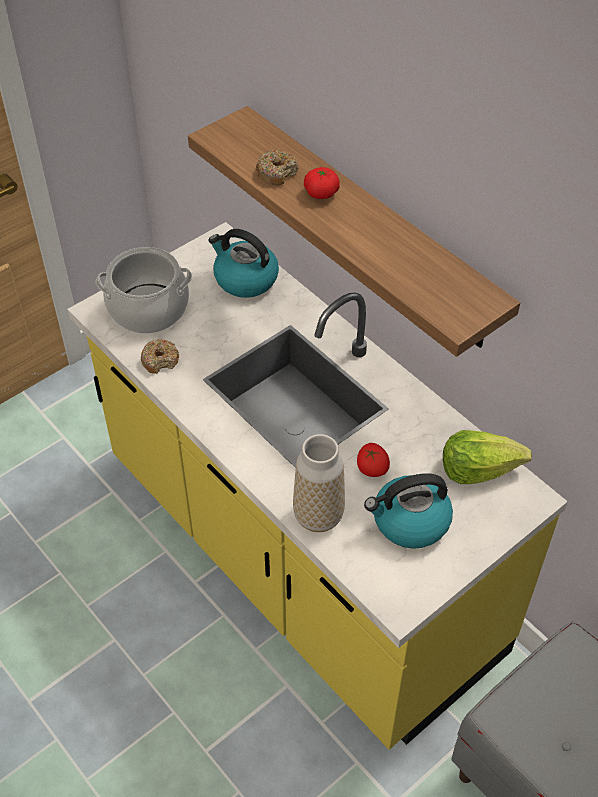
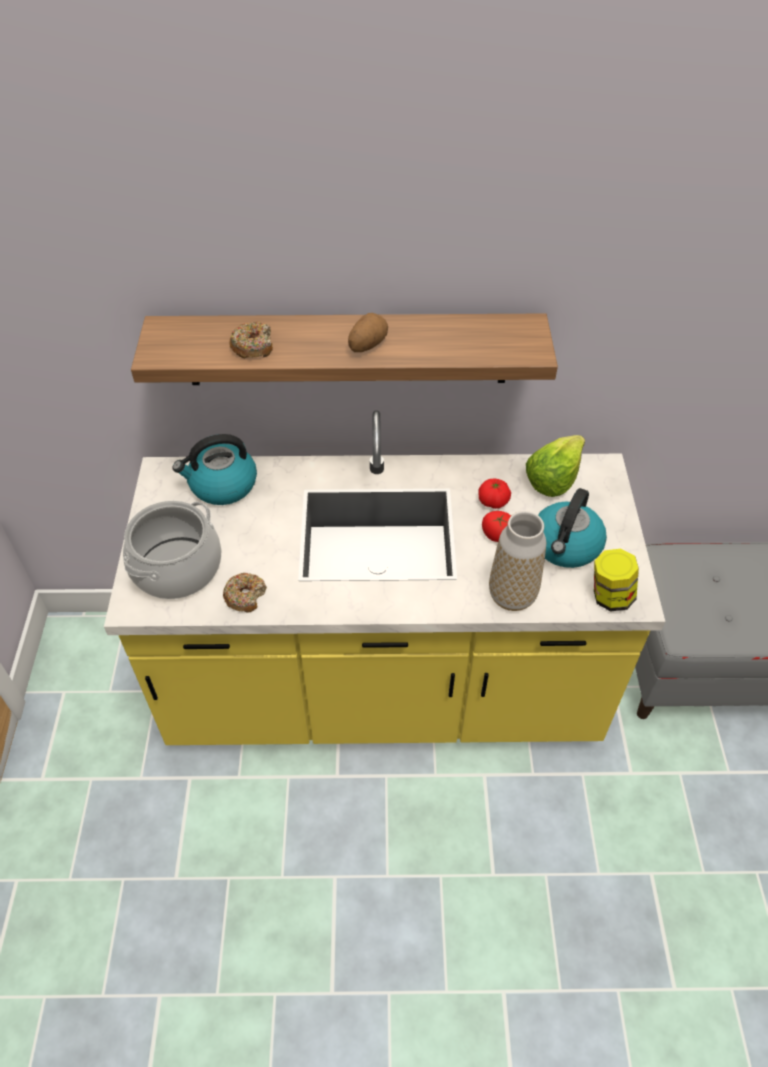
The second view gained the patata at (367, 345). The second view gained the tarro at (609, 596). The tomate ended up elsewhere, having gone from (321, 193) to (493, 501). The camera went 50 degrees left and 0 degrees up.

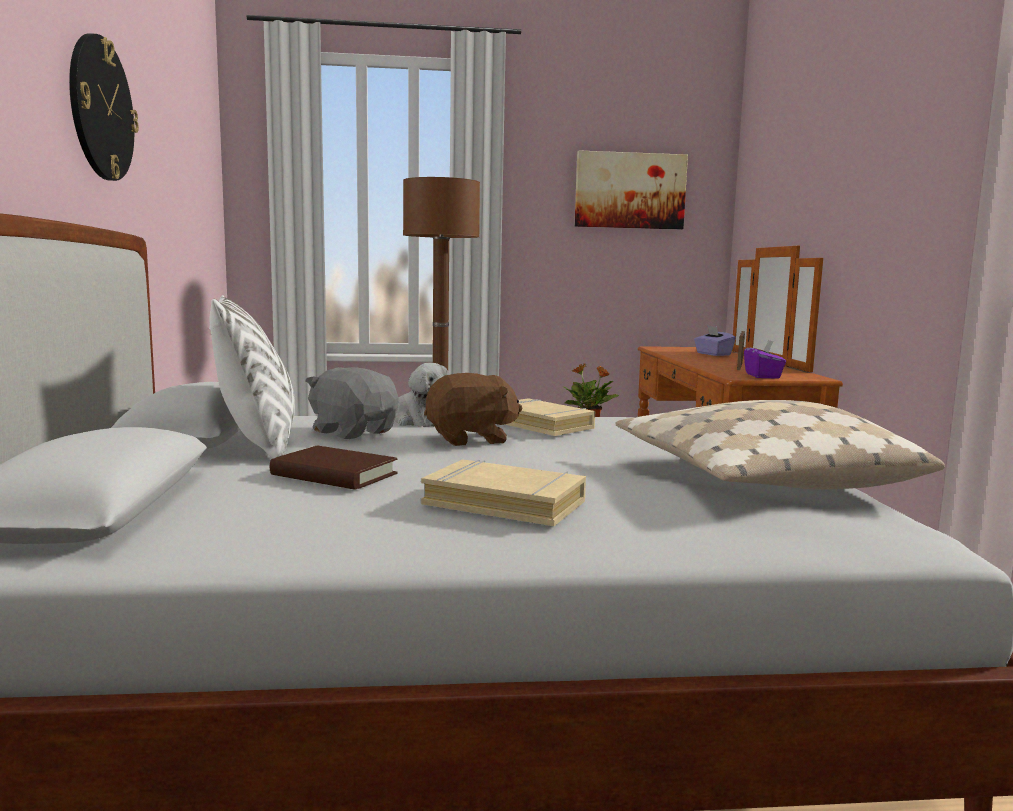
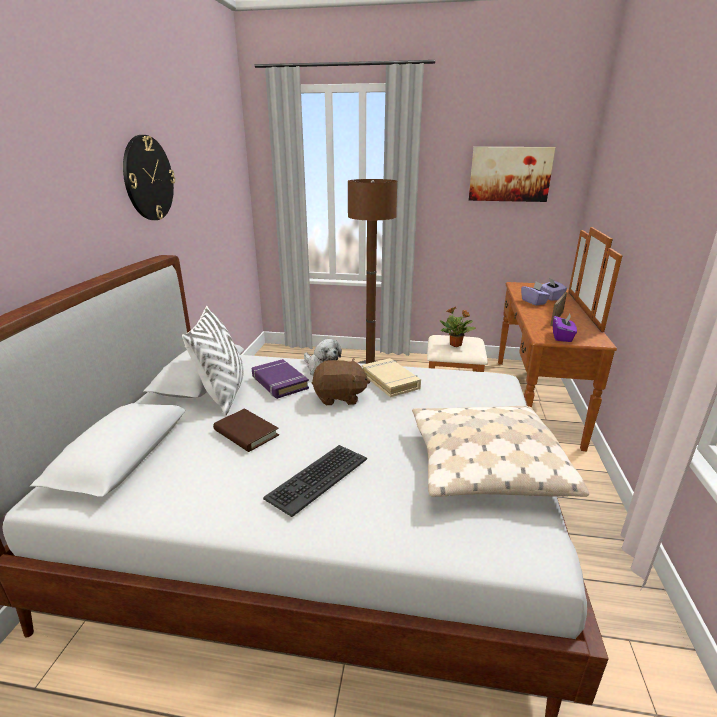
The second view gained the caja de pañuelos/morado at (533, 302). Where the peluche/gris stood at (353, 432), the libro/morado came to stand at (279, 382). Where the libro/beis stood at (505, 502), the teclado came to stand at (317, 478). The camera went 15 degrees right and 15 degrees up.

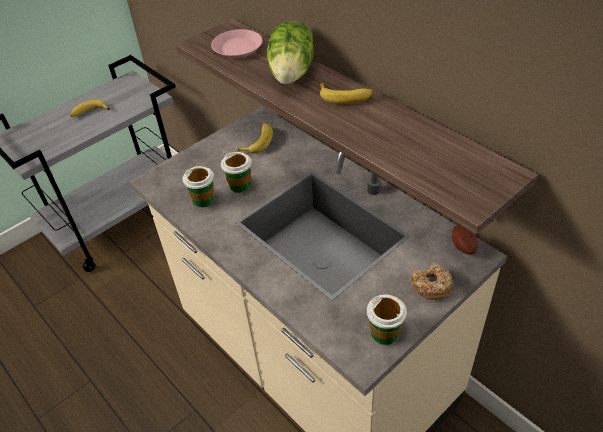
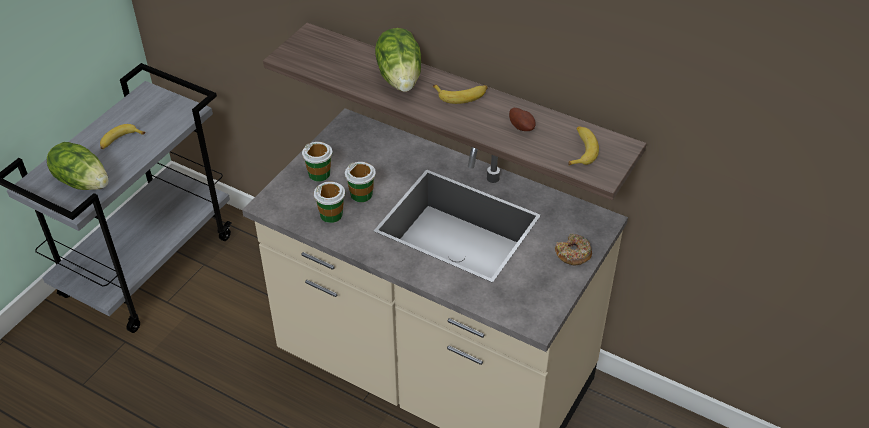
The second view lost the plato/rosa at (238, 48). The second view gained the lechuga at (83, 181). The plátano ended up elsewhere, having gone from (258, 141) to (581, 150). The taza ended up elsewhere, having gone from (384, 333) to (319, 174). The patata ended up elsewhere, having gone from (463, 247) to (522, 127). The camera went 20 degrees left and 0 degrees up.

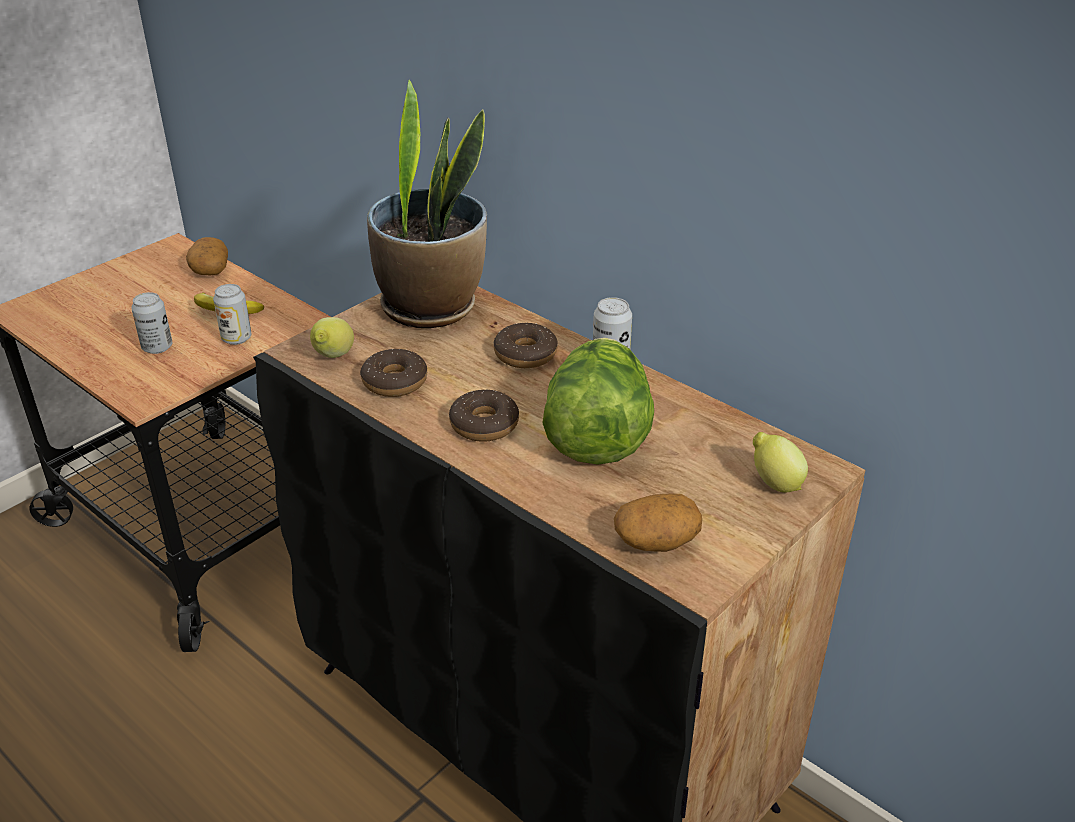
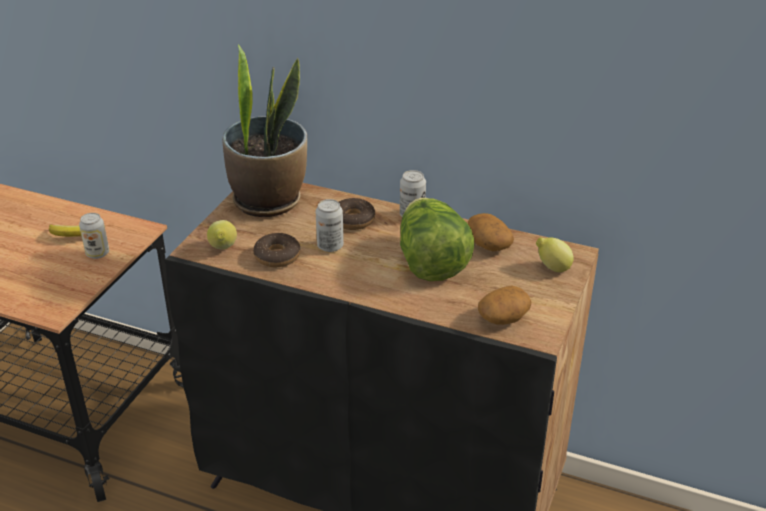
The second view lost the rosquilla at (484, 425). The lata ended up elsewhere, having gone from (157, 347) to (330, 246). The patata ended up elsewhere, having gone from (209, 269) to (488, 244). The camera went 20 degrees left and 0 degrees up.

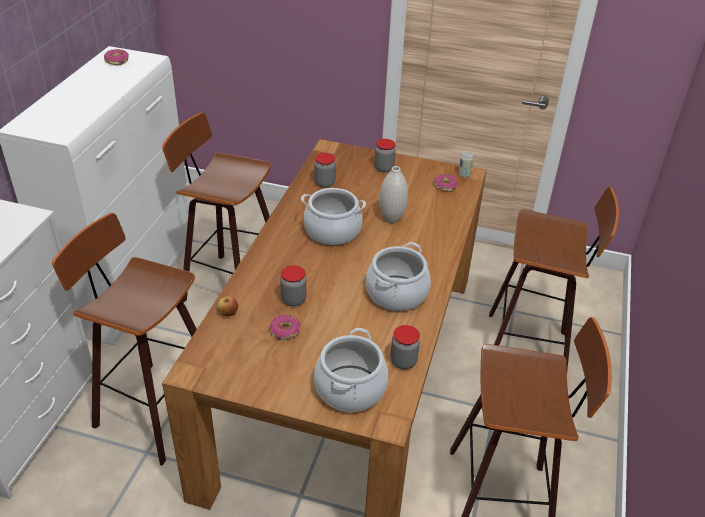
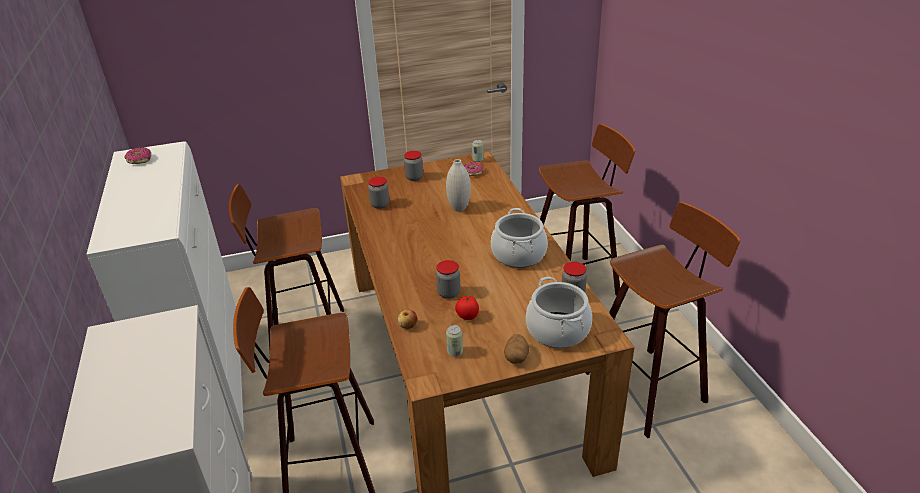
The second view lost the olla at (332, 231). The second view gained the lata at (455, 352). The second view gained the patata at (516, 357). Where the rosquilla stood at (285, 331), the tomate came to stand at (467, 317). The camera went 30 degrees left and 5 degrees down.

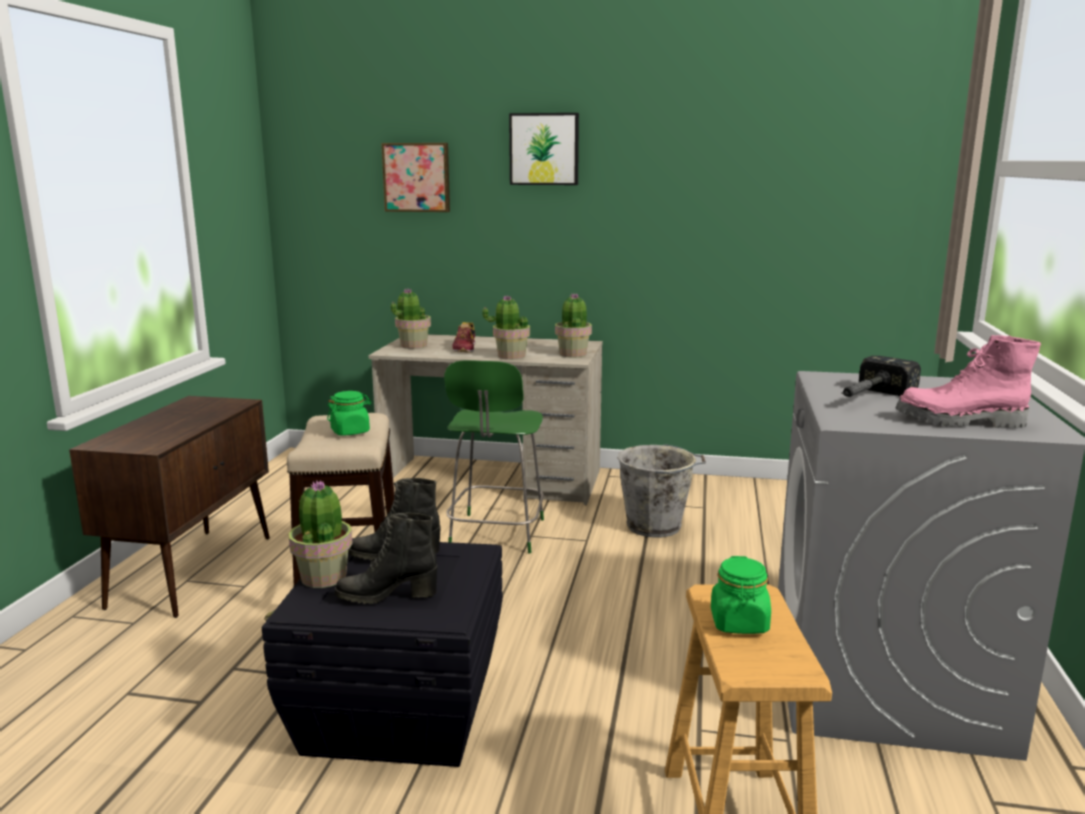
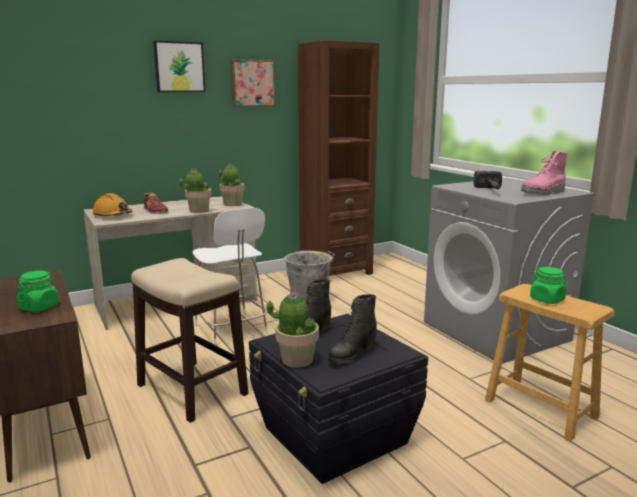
The second view gained the estantería/marrón at (335, 271). The tarro/verde ended up elsewhere, having gone from (350, 431) to (39, 307). The cuadro ended up elsewhere, having gone from (417, 177) to (252, 83). Where the planta en maceta stood at (413, 346), the casco/naranja came to stand at (113, 215). What was the silla/verde at (496, 535) turned into the silla/blanco at (231, 331). The camera went 40 degrees left and 0 degrees up.

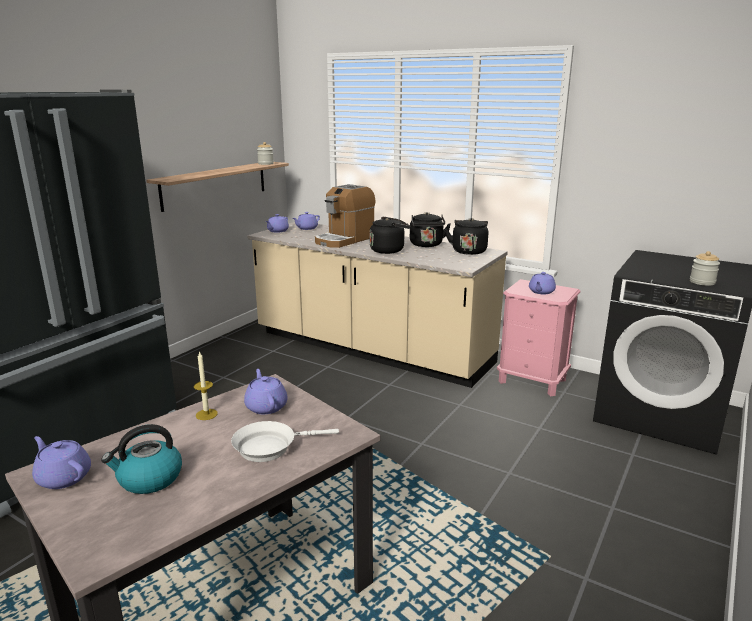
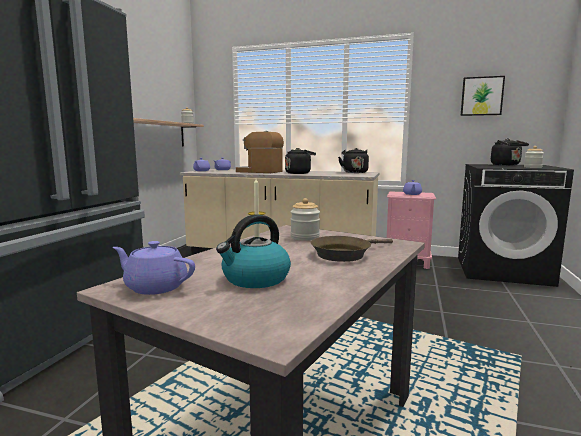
The second view gained the cuadro at (481, 96). The hervidor/negro ended up elsewhere, having gone from (426, 245) to (507, 165). Where the tetera/morado stood at (266, 406), the tarro came to stand at (305, 237). What was the sartén/blanco at (270, 447) turned into the sartén/marrón at (344, 254). The cafetera at (344, 240) ended up facing another way, 90 degrees clockwise from before. The camera went 15 degrees left and 10 degrees down.

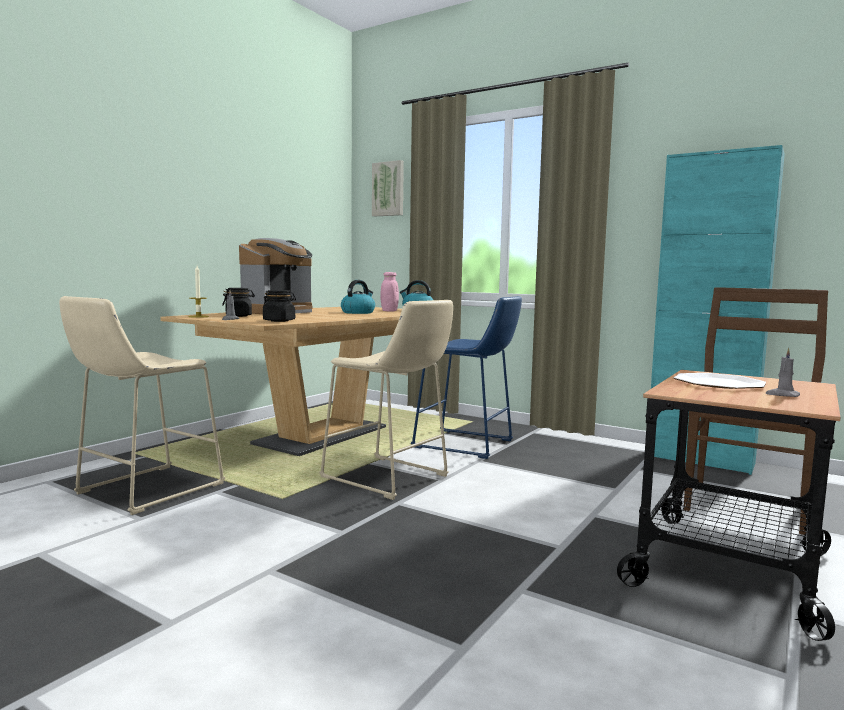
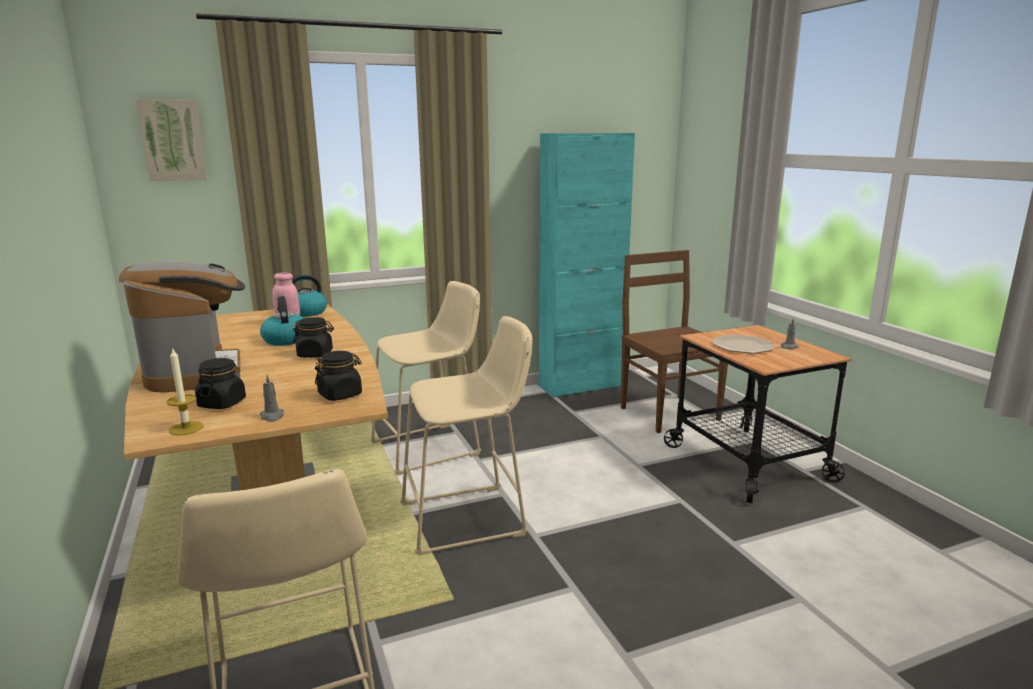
The second view gained the tarro/negro at (315, 354). What was the taburete/azul at (468, 445) turned into the taburete/beis at (431, 447). The camera went 55 degrees left and 10 degrees up.

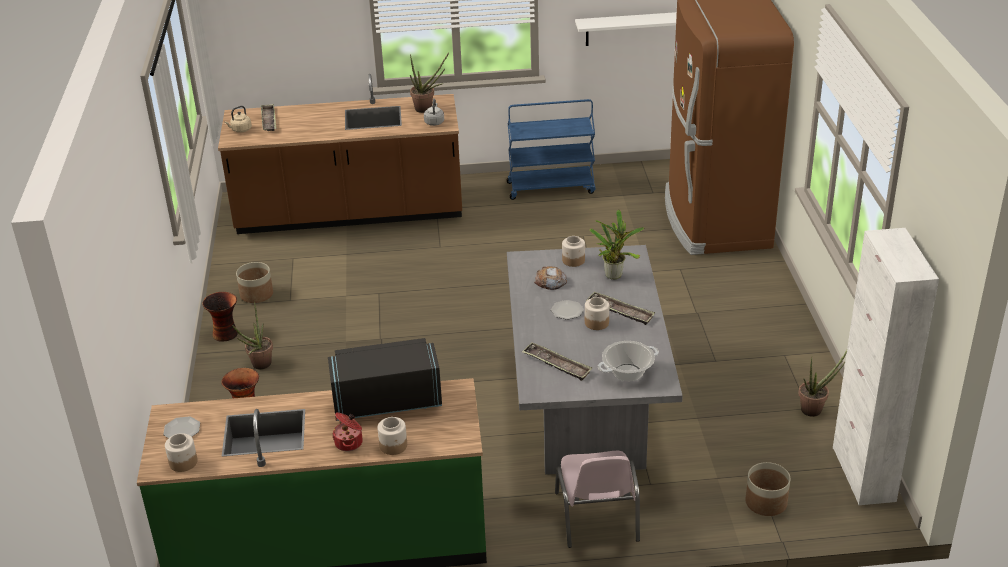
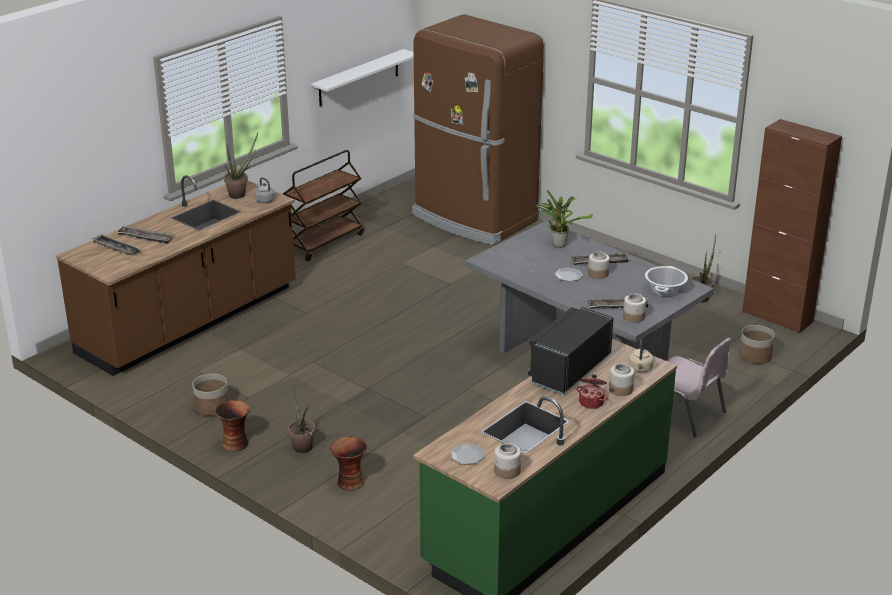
The second view lost the pan at (550, 281). The second view gained the bandeja at (145, 237). The hervidor/beis ended up elsewhere, having gone from (240, 130) to (640, 369). The tarro ended up elsewhere, having gone from (573, 260) to (634, 317). What was the carrito/azul at (551, 187) turned into the carrito/marrón at (324, 242). What was the armario/blanco at (863, 474) turned into the armario/marrón at (777, 317). The camera went 45 degrees left and 5 degrees down.

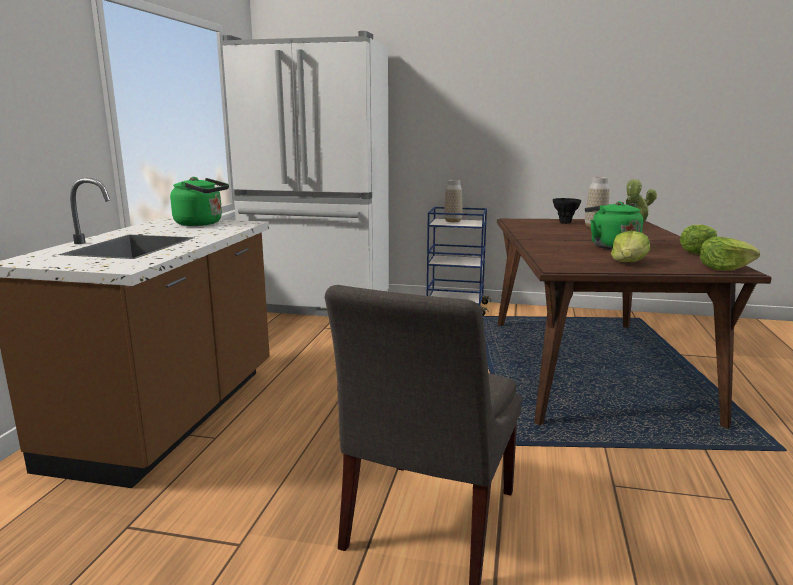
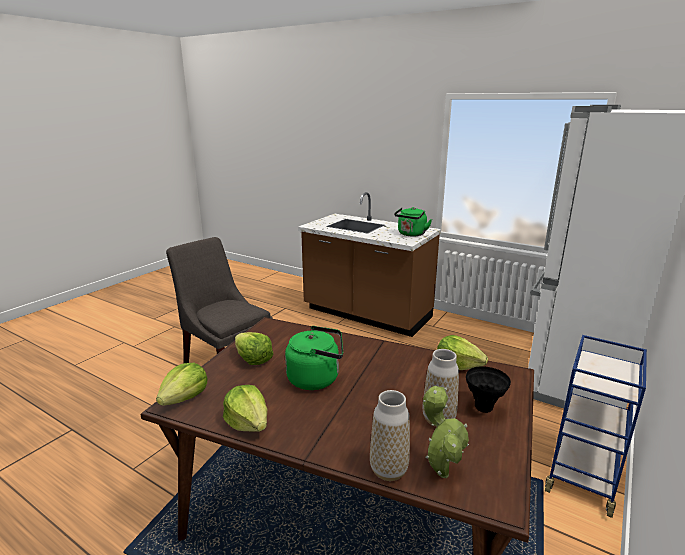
The second view gained the lechuga at (458, 365). The florero ended up elsewhere, having gone from (453, 221) to (388, 470). The camera went 110 degrees right and 5 degrees up.

